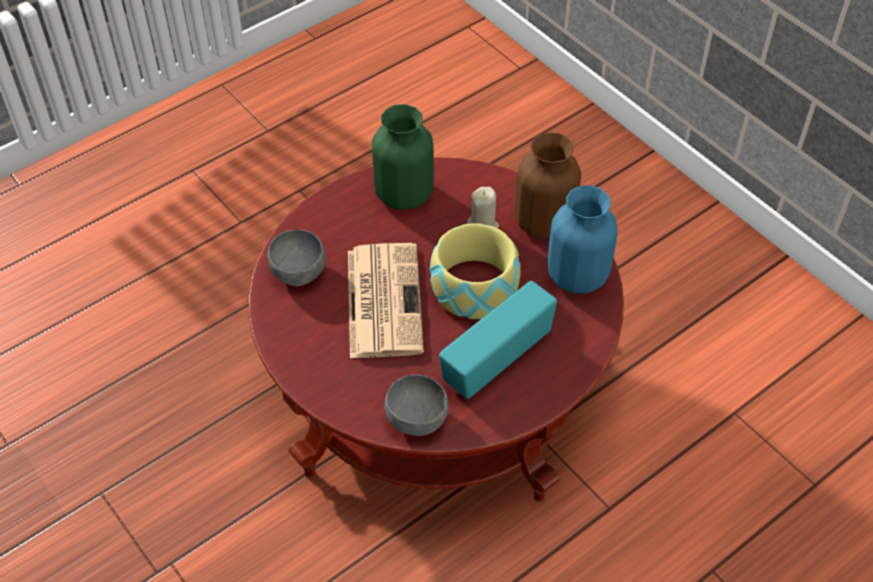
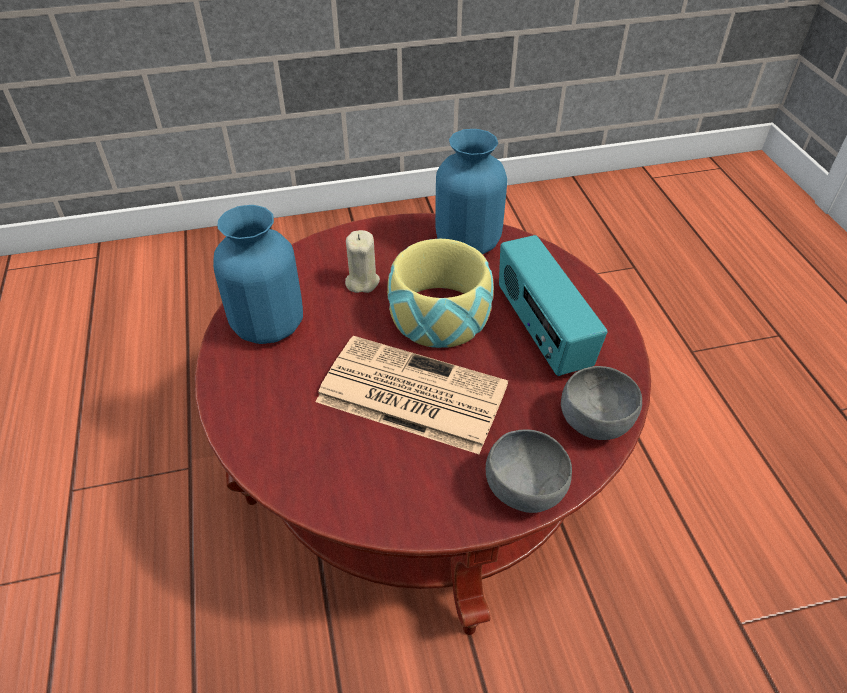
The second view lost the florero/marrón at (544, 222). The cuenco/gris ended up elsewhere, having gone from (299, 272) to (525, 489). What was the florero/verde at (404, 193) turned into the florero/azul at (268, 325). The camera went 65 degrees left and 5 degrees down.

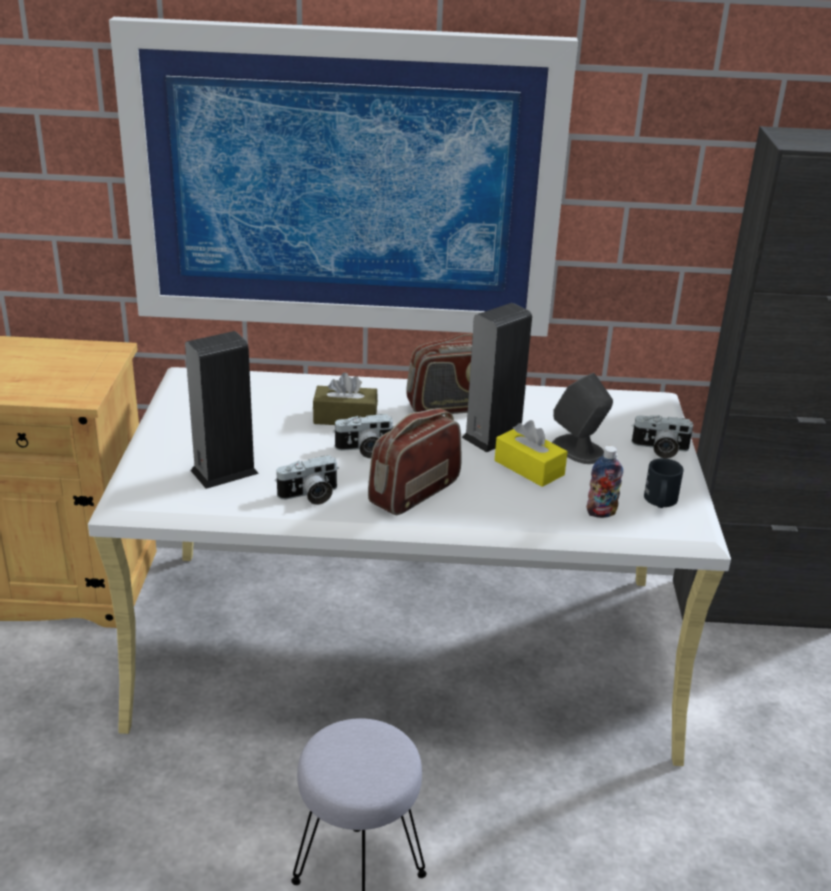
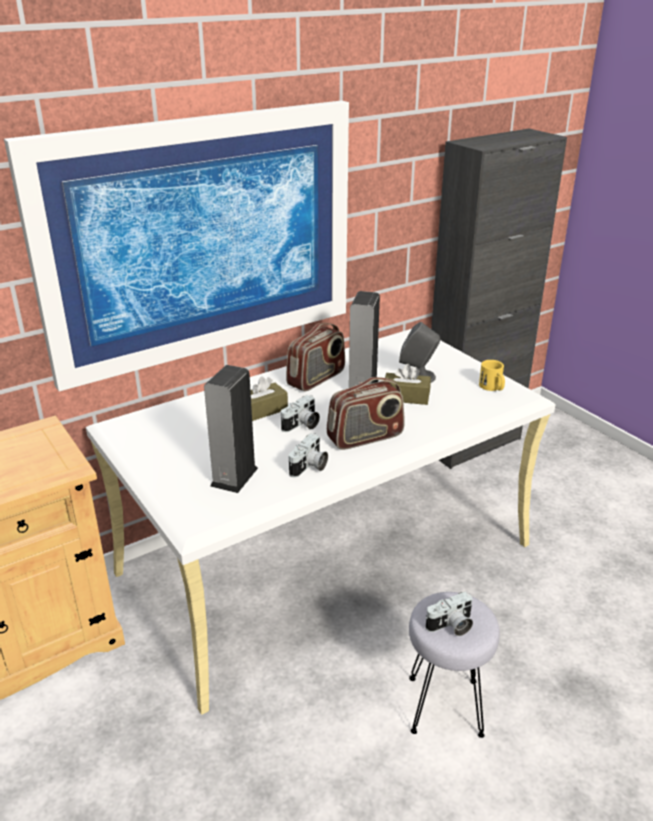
The second view lost the botella at (601, 513). The cámara ended up elsewhere, having gone from (660, 449) to (451, 626). What was the caja de pañuelos/amarillo at (529, 468) turned into the caja de pañuelos/marrón at (406, 397). What was the taza grande/negro at (660, 502) turned into the taza grande/amarillo at (492, 388). The radio at (414, 492) ended up facing another way, 120 degrees counterclockwise from before. The camera went 35 degrees left and 0 degrees up.

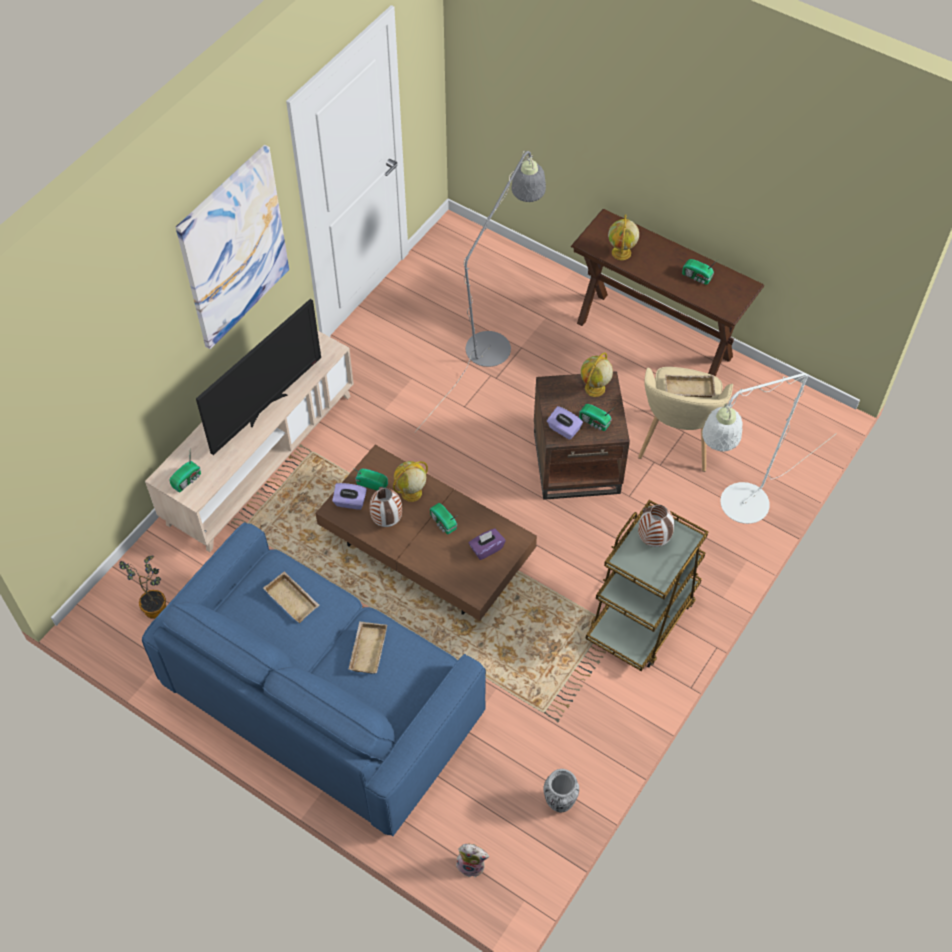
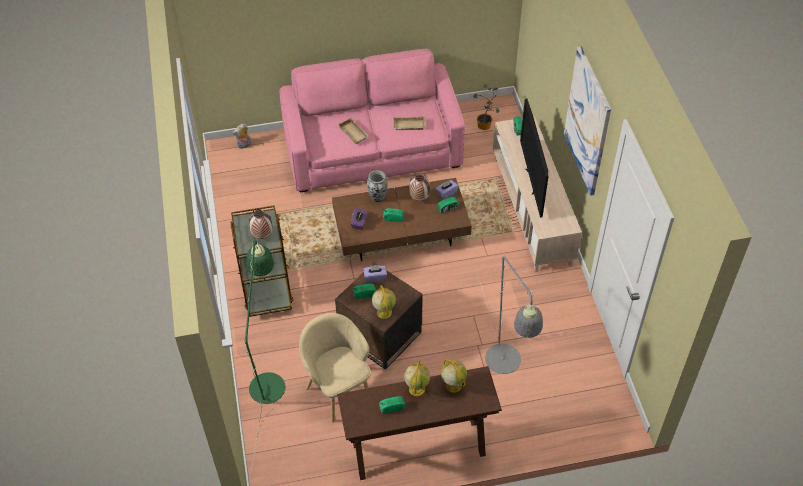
The second view lost the bandeja/beis at (688, 390). The globo terráqueo ended up elsewhere, having gone from (411, 493) to (417, 388). The florero ended up elsewhere, having gone from (559, 802) to (377, 198). What was the sofá/azul at (321, 699) turned into the sofá/rosa at (372, 149). What was the lámpara de pie/blanco at (735, 510) turned into the lámpara de pie/verde at (268, 379). The camera went 135 degrees right and 5 degrees down.

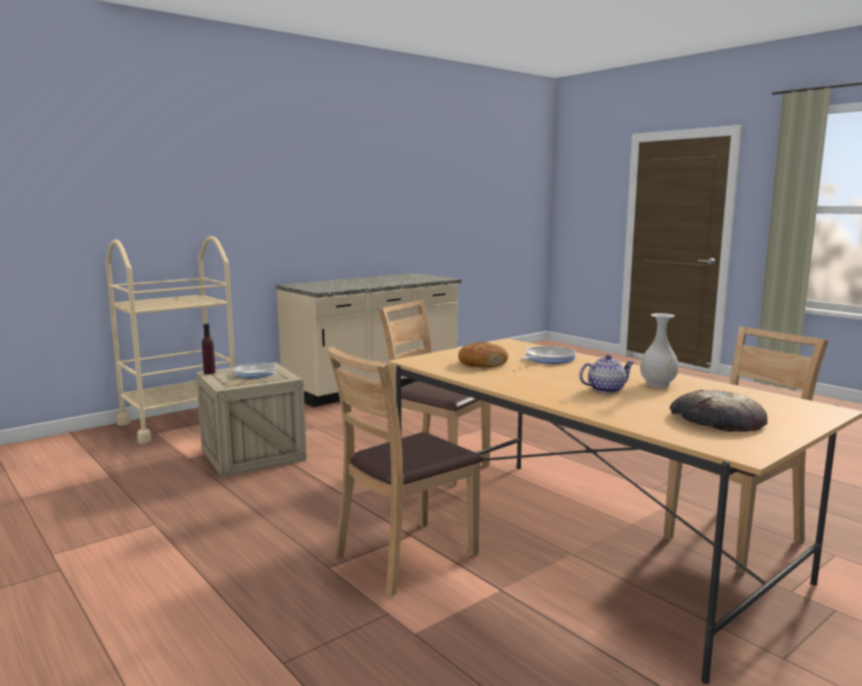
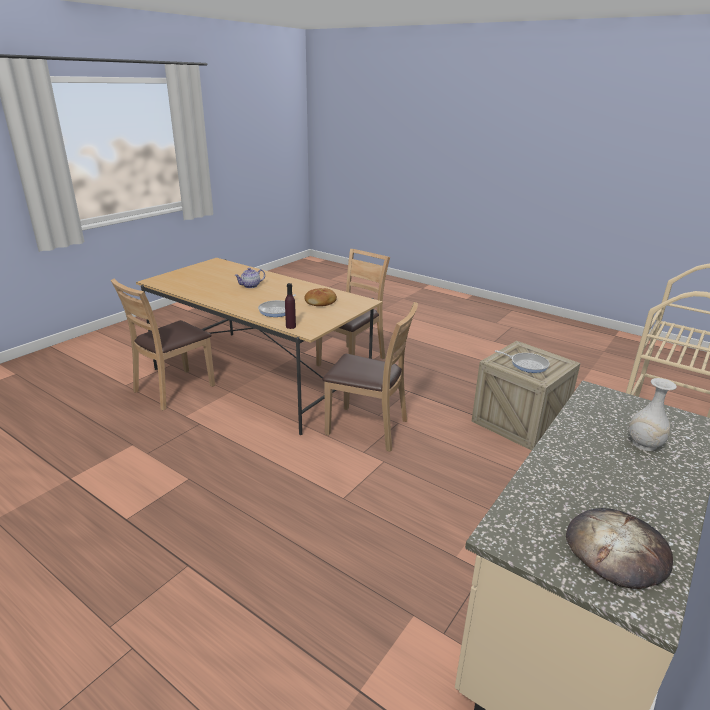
The botella/morado ended up elsewhere, having gone from (209, 373) to (290, 326). The florero/blanco ended up elsewhere, having gone from (658, 384) to (644, 444). The pan ended up elsewhere, having gone from (716, 419) to (617, 550). The camera went 165 degrees right and 15 degrees up.

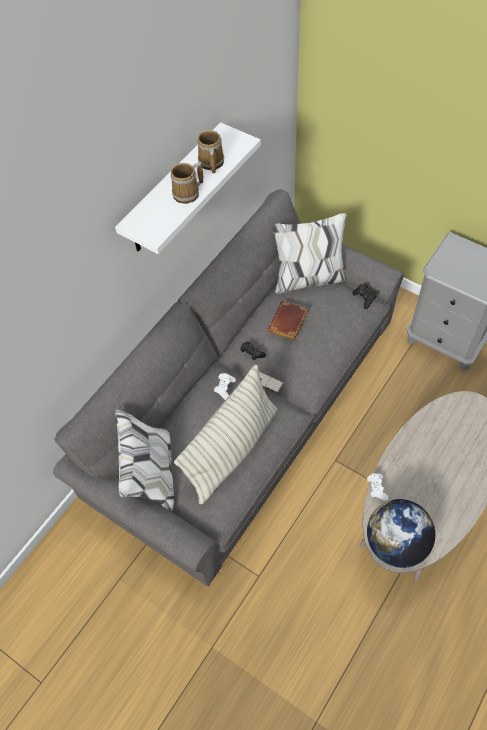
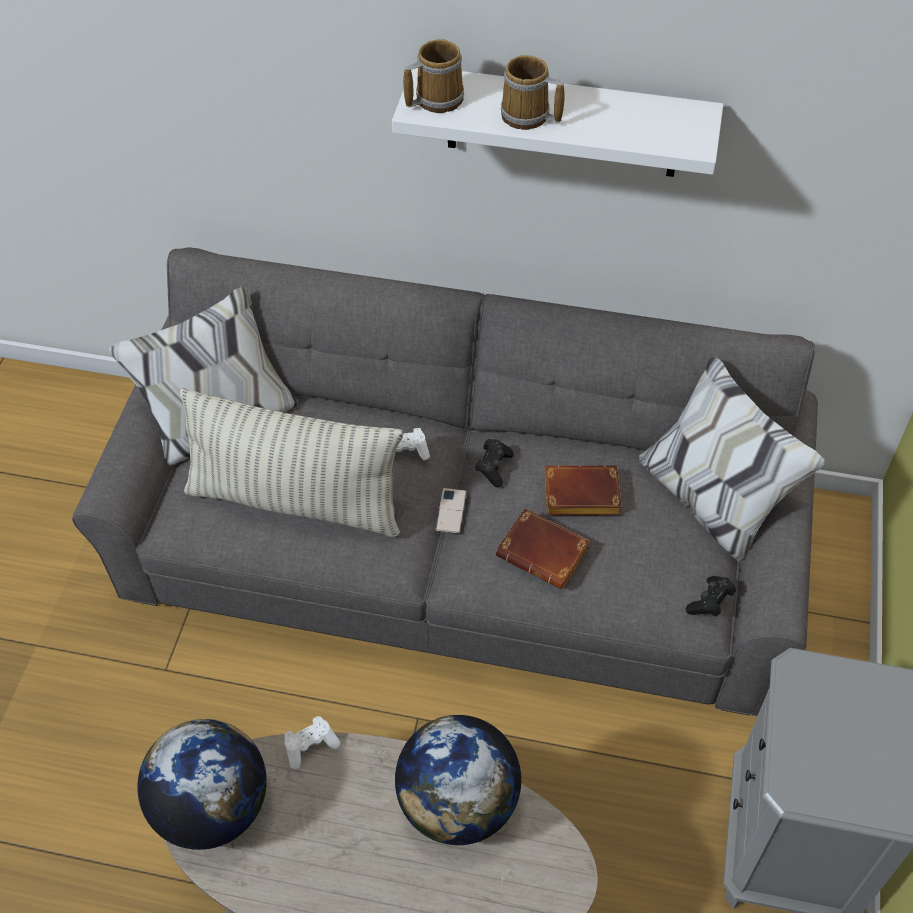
The second view gained the globo terráqueo at (458, 803). The second view gained the libro/marrón at (545, 553). The taza grande ended up elsewhere, having gone from (210, 163) to (435, 99). The camera went 65 degrees right and 5 degrees down.

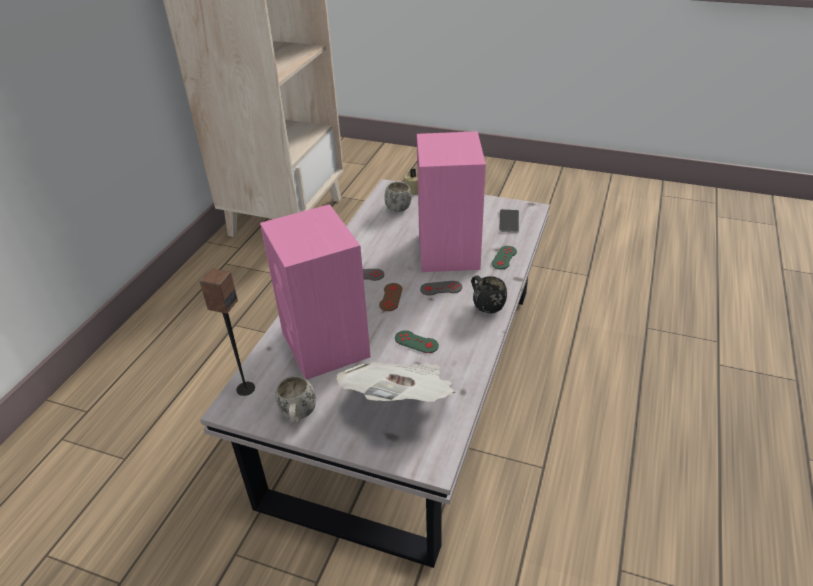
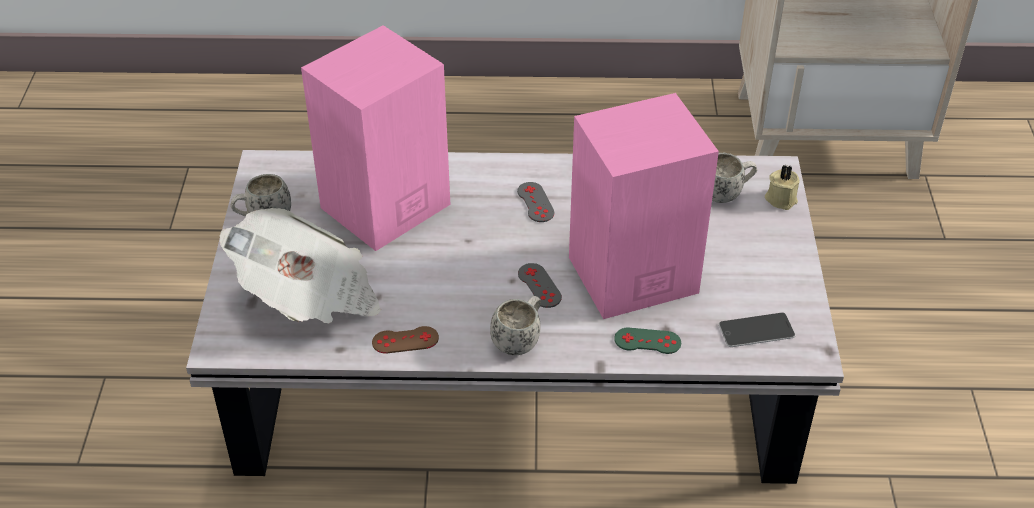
The second view lost the altavoz at (245, 388). The second view lost the mando de consola/verde at (416, 342). The mando de consola/marrón ended up elsewhere, having gone from (391, 297) to (405, 340). What was the taza grande/negro at (485, 305) turned into the taza grande/blanco at (519, 340). The camera went 70 degrees right and 5 degrees up.

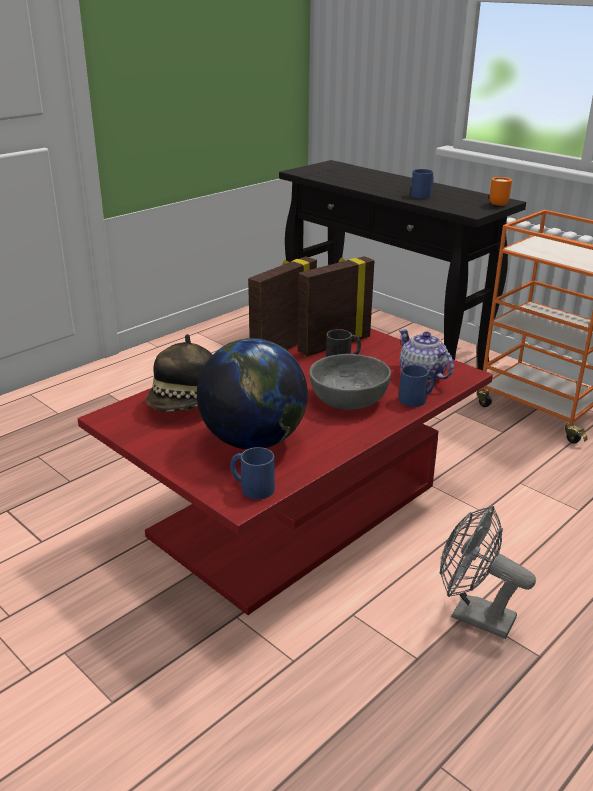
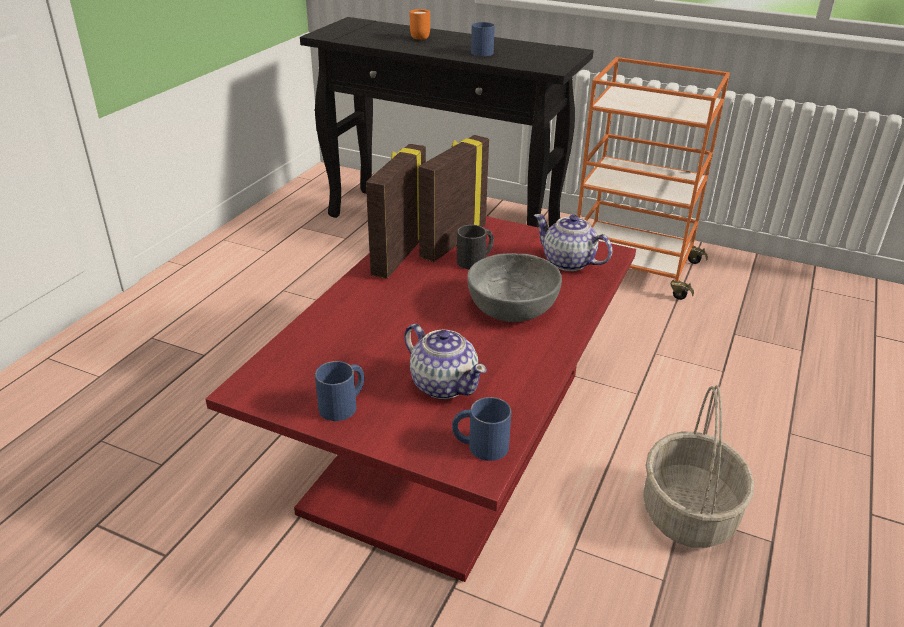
The second view lost the sombrero at (186, 405). The taza grande/azul ended up elsewhere, having gone from (417, 398) to (344, 404). The taza grande/naranja ended up elsewhere, having gone from (499, 204) to (420, 37). Where the globo terráqueo stood at (253, 441), the tetera came to stand at (443, 384). Where the ventilador/gris stood at (473, 615), the cesta came to stand at (689, 514). The camera went 20 degrees left and 5 degrees up.

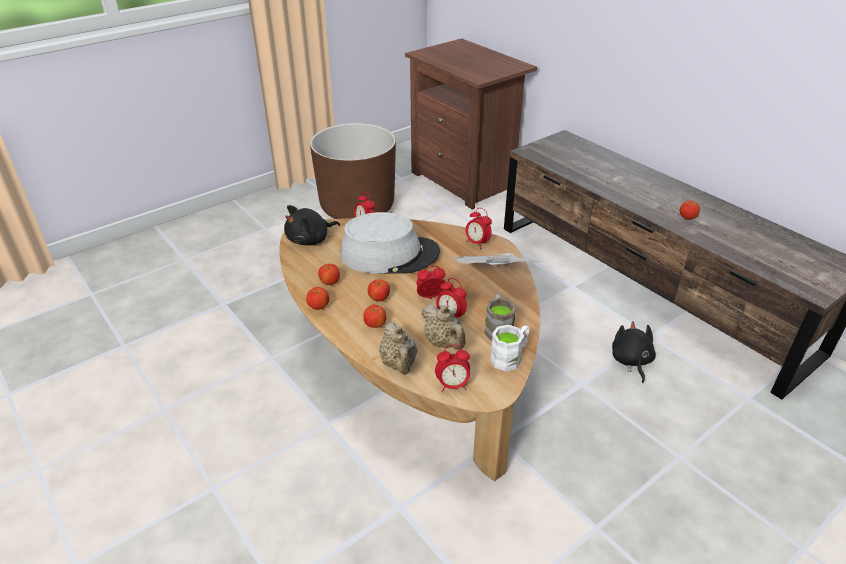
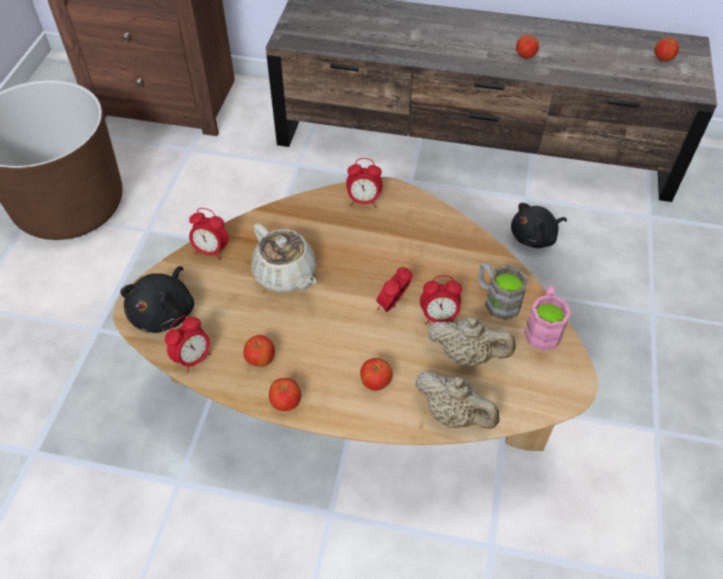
The second view lost the periódico at (495, 278). The manzana ended up elsewhere, having gone from (379, 299) to (663, 59). The despertador ended up elsewhere, having gone from (452, 385) to (193, 358). Where the sombrero/gris stood at (390, 254), the tetera/beis came to stand at (286, 274). What was the taza grande/blanco at (510, 357) turned into the taza grande/rosa at (543, 328). The peluche/negro at (631, 361) ended up facing another way, 75 degrees counterclockwise from before. The camera went 40 degrees left and 15 degrees up.

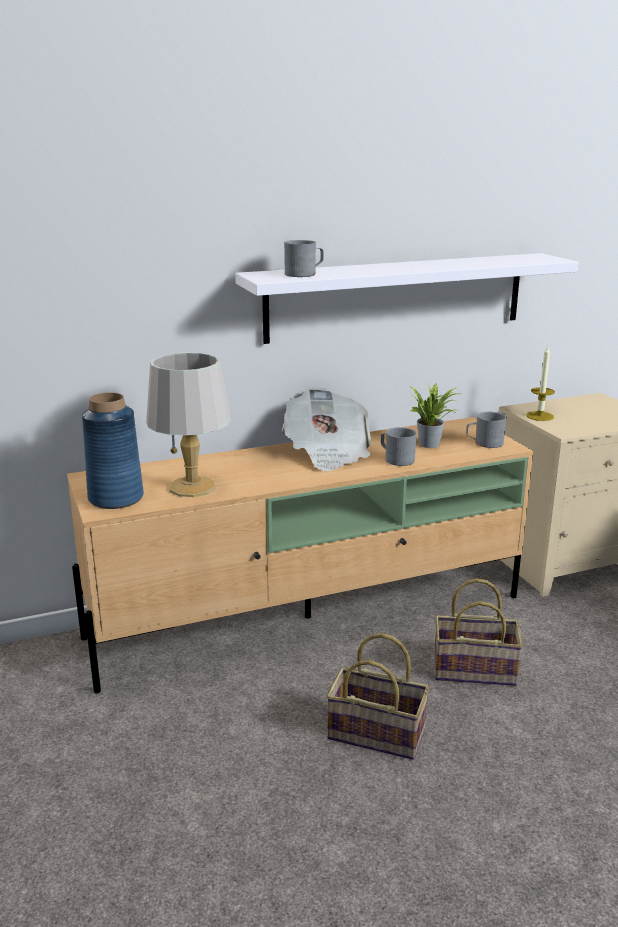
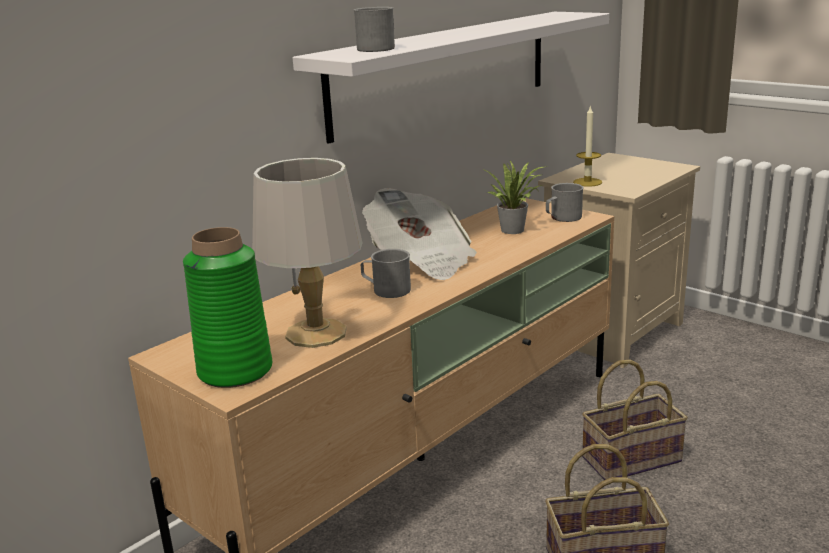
The taza grande/gris ended up elsewhere, having gone from (396, 459) to (386, 290). What was the florero/azul at (116, 498) turned into the florero/verde at (236, 370). The camera went 25 degrees left and 0 degrees up.

